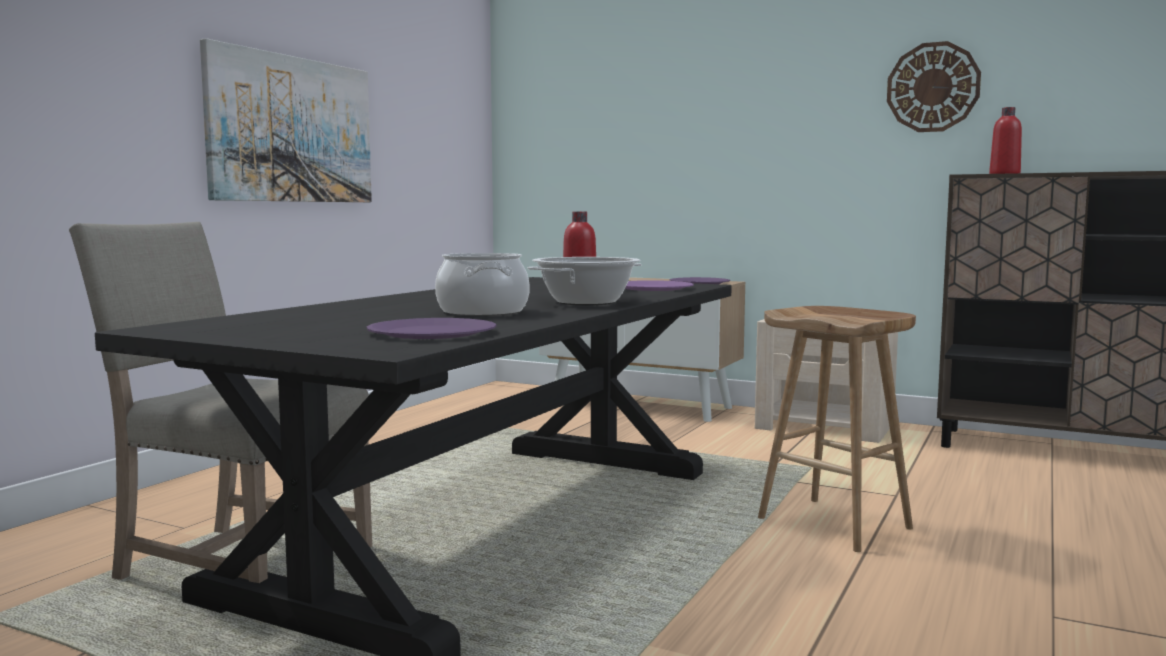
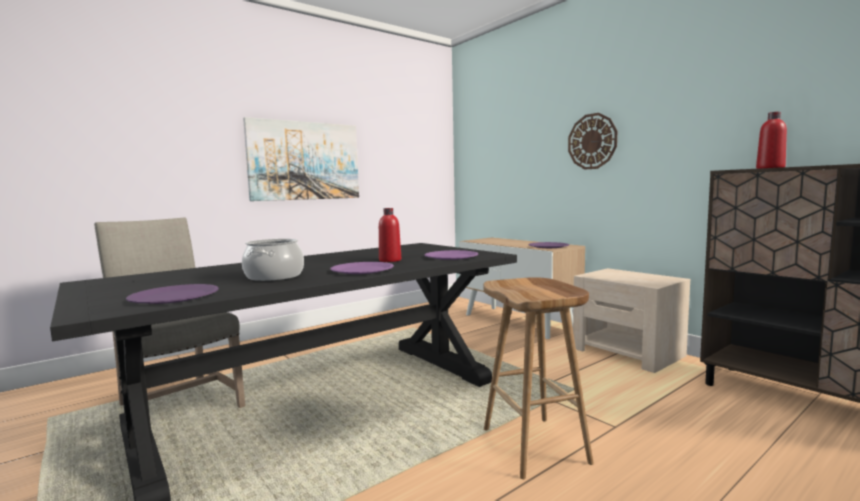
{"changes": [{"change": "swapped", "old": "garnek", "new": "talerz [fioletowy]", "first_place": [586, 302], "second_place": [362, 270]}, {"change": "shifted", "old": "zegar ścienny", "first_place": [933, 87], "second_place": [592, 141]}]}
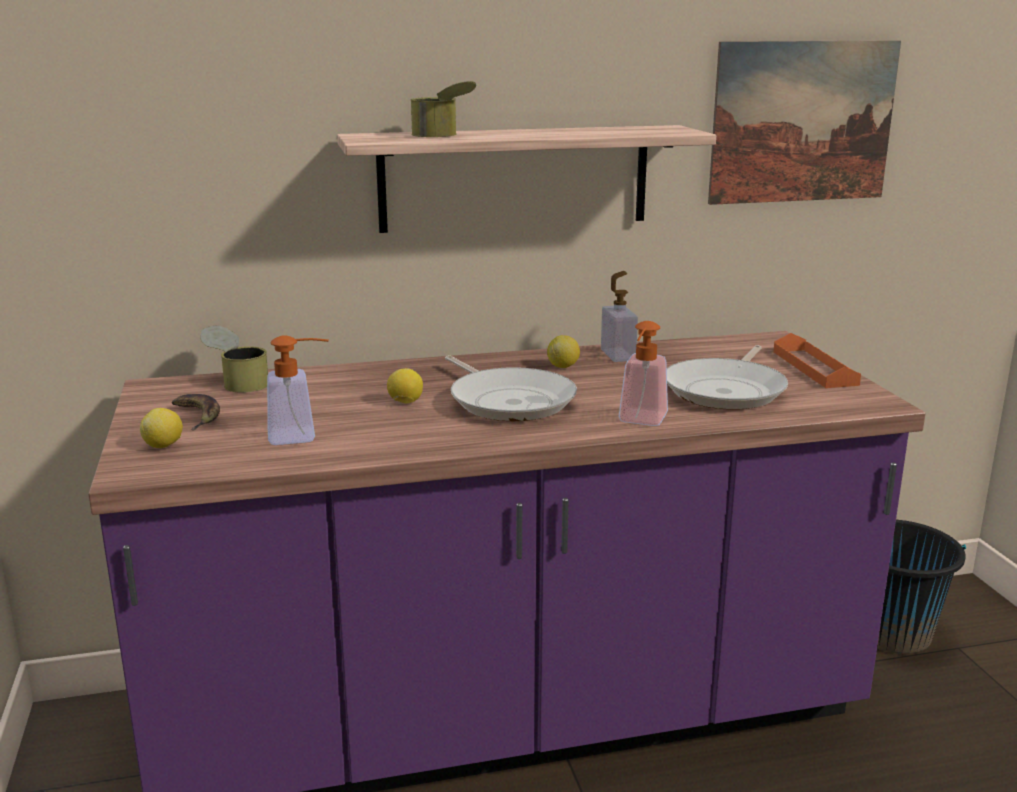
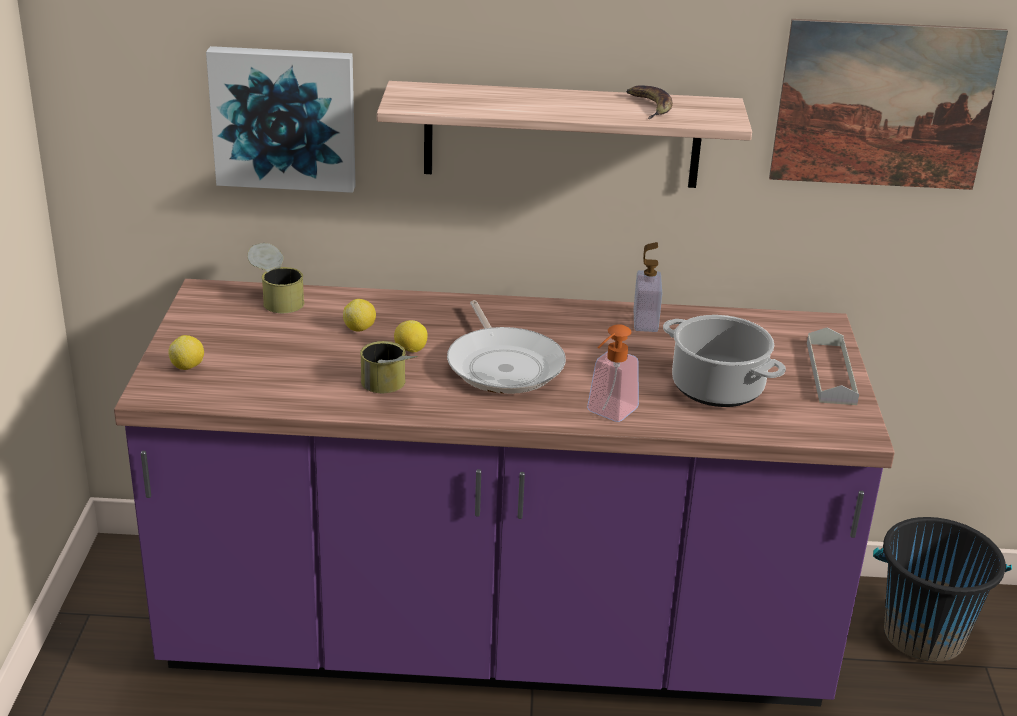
{"changes": [{"change": "new", "new": "obraz", "second_place": [284, 117]}, {"change": "shifted", "old": "cytryna", "first_place": [563, 366], "second_place": [360, 329]}, {"change": "shifted", "old": "puszka", "first_place": [443, 136], "second_place": [388, 388]}, {"change": "shifted", "old": "banan", "first_place": [196, 415], "second_place": [649, 106]}, {"change": "swapped", "old": "patelnia", "new": "garnek", "first_place": [727, 390], "second_place": [718, 388]}, {"change": "repainted", "old": "taca [pomarańczowy]", "new": "taca [szary]", "first_place": [814, 368], "second_place": [831, 373]}, {"change": "gone", "old": "dozownik mydła", "first_place": [301, 436]}]}
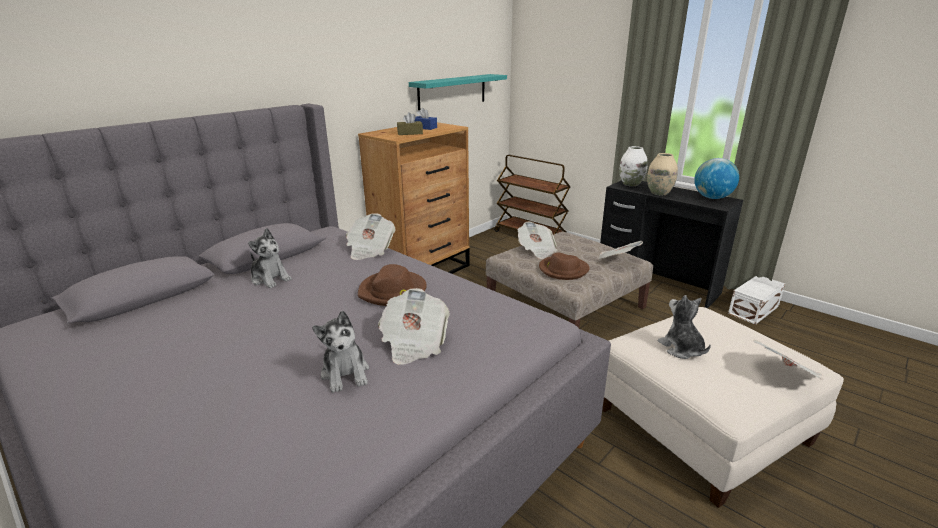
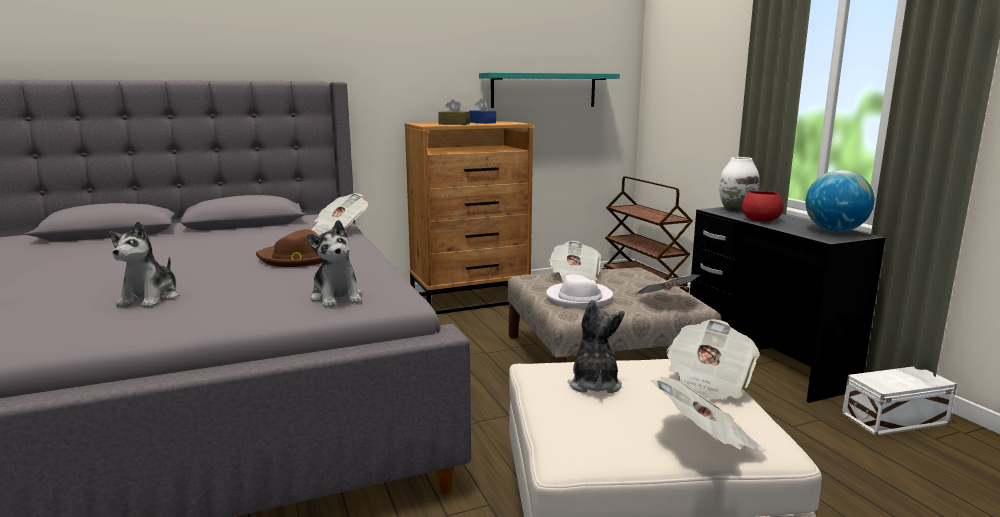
{"changes": [{"change": "shifted", "old": "pluszak", "first_place": [270, 279], "second_place": [337, 297]}, {"change": "repainted", "old": "kapelusz [brązowy]", "new": "kapelusz [biały]", "first_place": [563, 270], "second_place": [579, 298]}, {"change": "shifted", "old": "gazeta", "first_place": [414, 343], "second_place": [707, 383]}, {"change": "swapped", "old": "wazon [beżowy]", "new": "miska [czerwony]", "first_place": [659, 193], "second_place": [760, 220]}]}
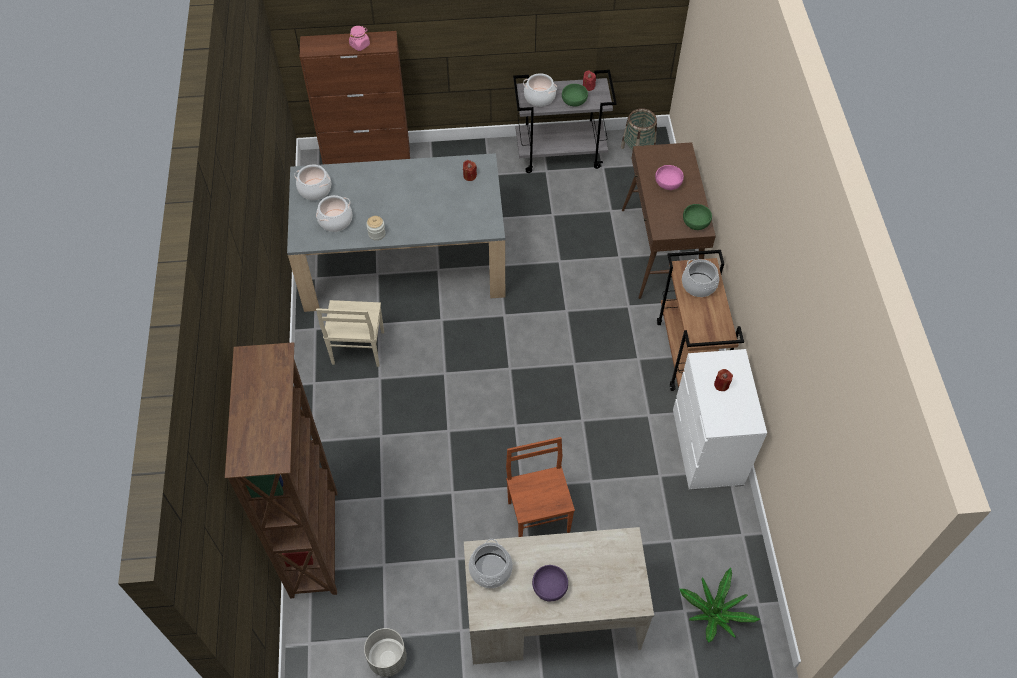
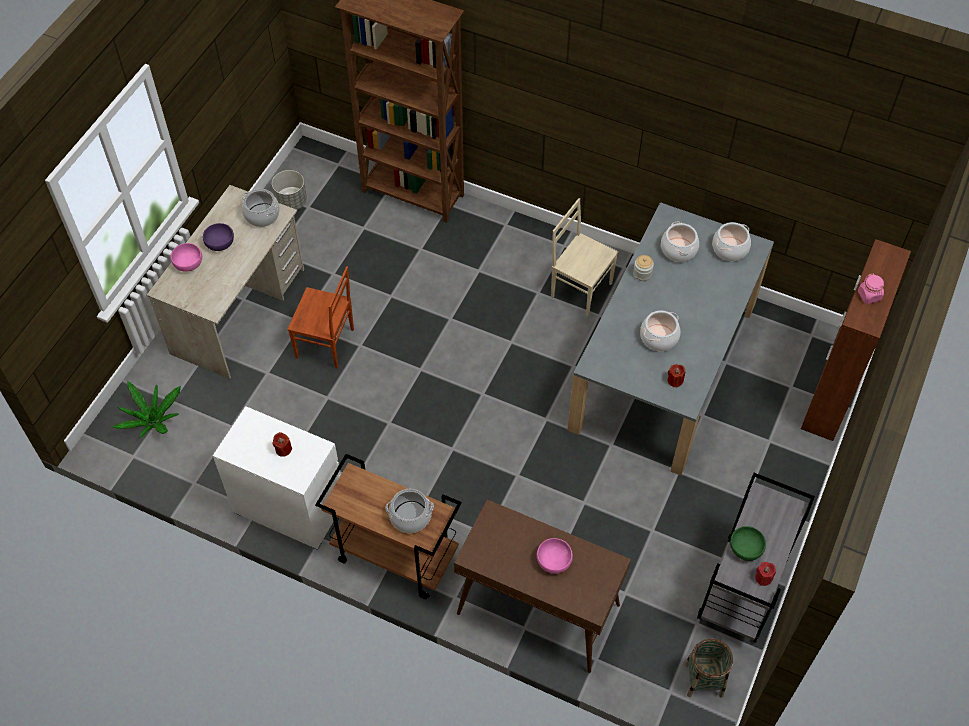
{"changes": [{"change": "new", "new": "miska [różowy]", "second_place": [188, 263]}, {"change": "shifted", "old": "garnek", "first_place": [539, 97], "second_place": [659, 338]}, {"change": "gone", "old": "miska [zielony]", "first_place": [695, 223]}]}
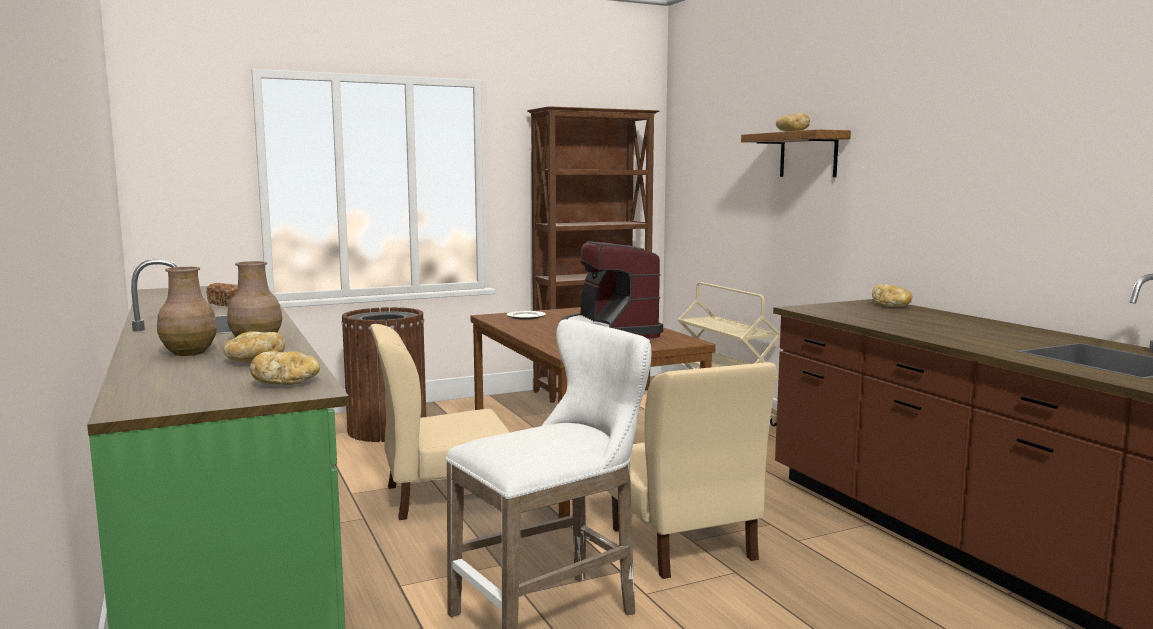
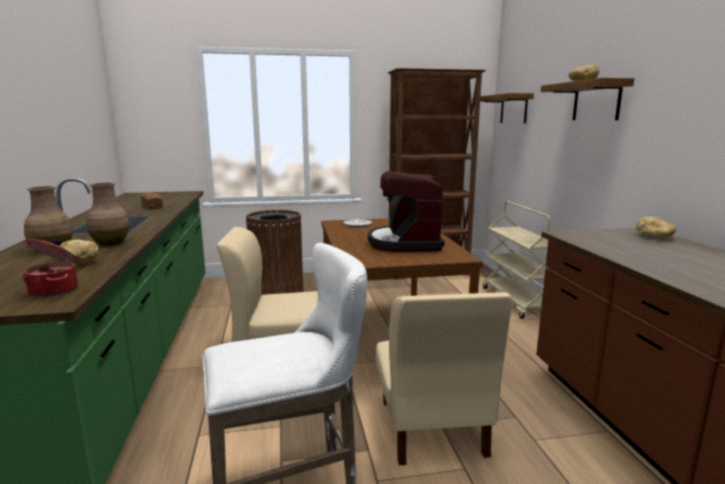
{"changes": [{"change": "swapped", "old": "chleb", "new": "garnek", "first_place": [286, 383], "second_place": [55, 290]}, {"change": "new", "new": "półka", "second_place": [513, 109]}]}
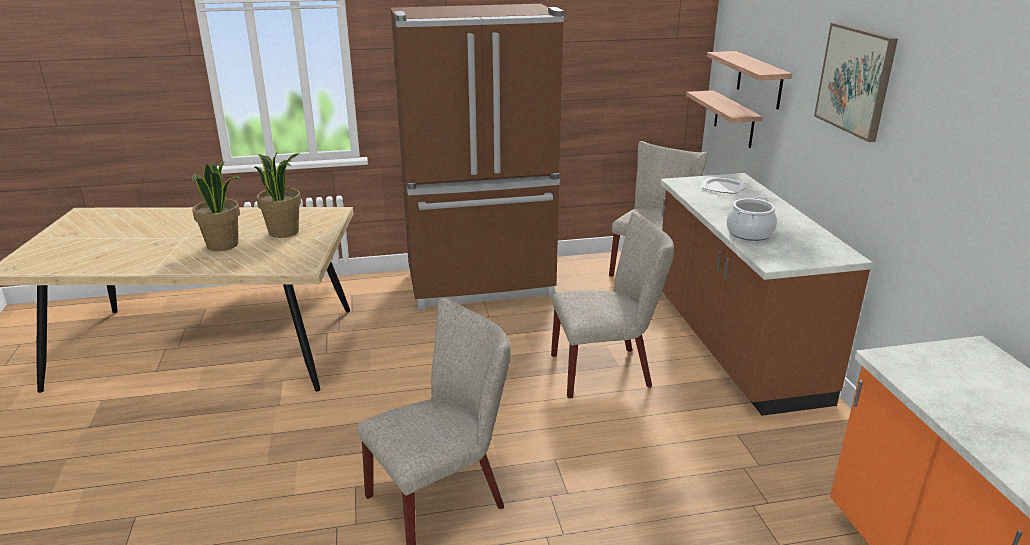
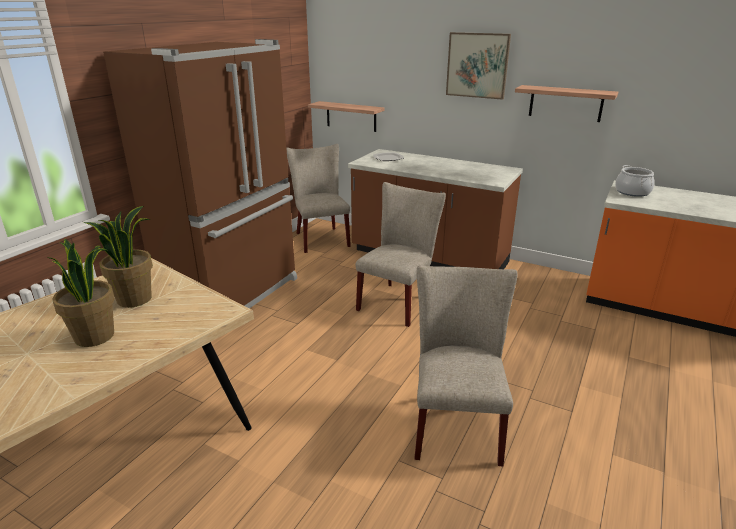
{"changes": [{"change": "shifted", "old": "półka", "first_place": [759, 80], "second_place": [565, 103]}, {"change": "shifted", "old": "garnek", "first_place": [749, 233], "second_place": [632, 192]}]}
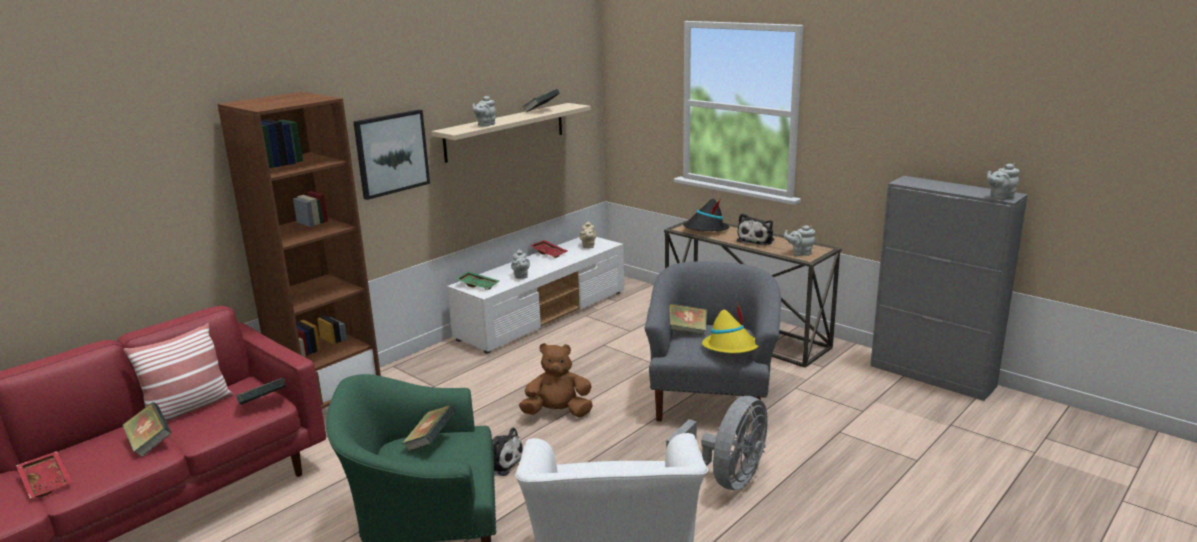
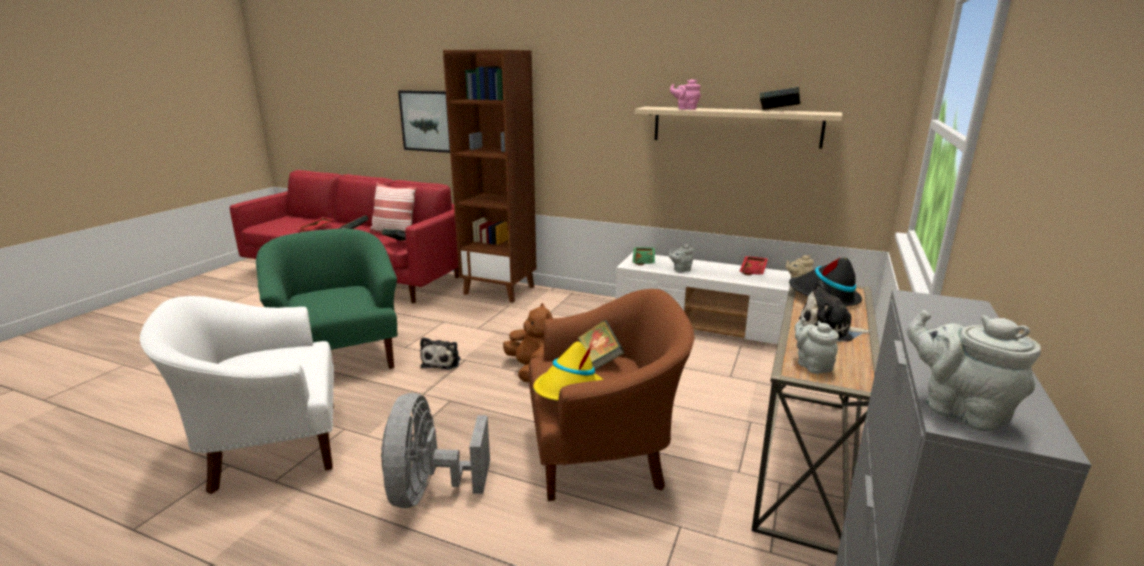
{"changes": [{"change": "rotated", "old": "wentylator [szary]", "first_place": [726, 480], "second_place": [429, 490], "degrees": 75}, {"change": "shifted", "old": "obraz", "first_place": [391, 153], "second_place": [427, 121]}, {"change": "repainted", "old": "fotel [szary]", "new": "fotel [brązowy]", "first_place": [712, 400], "second_place": [603, 456]}, {"change": "repainted", "old": "imbryk [szary]", "new": "imbryk [różowy]", "first_place": [485, 125], "second_place": [685, 109]}, {"change": "gone", "old": "książka", "first_place": [430, 442]}]}
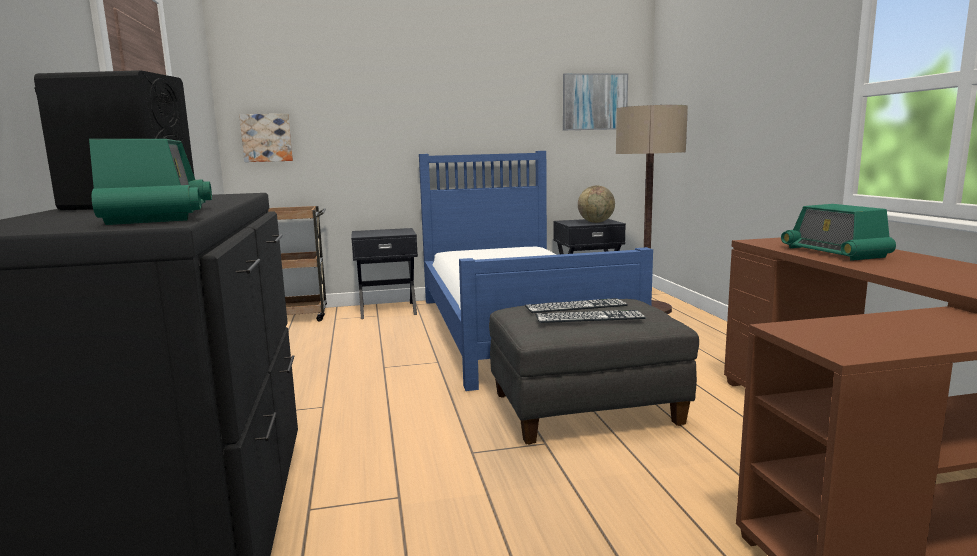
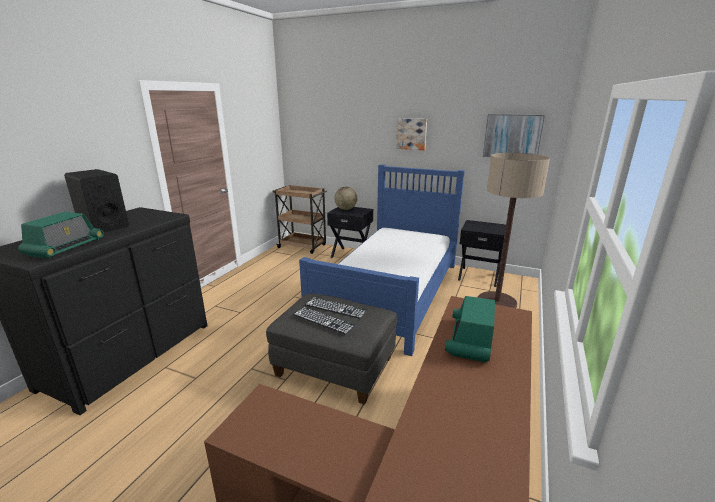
{"changes": [{"change": "shifted", "old": "globus", "first_place": [596, 222], "second_place": [346, 209]}, {"change": "shifted", "old": "obraz", "first_place": [267, 138], "second_place": [411, 134]}]}
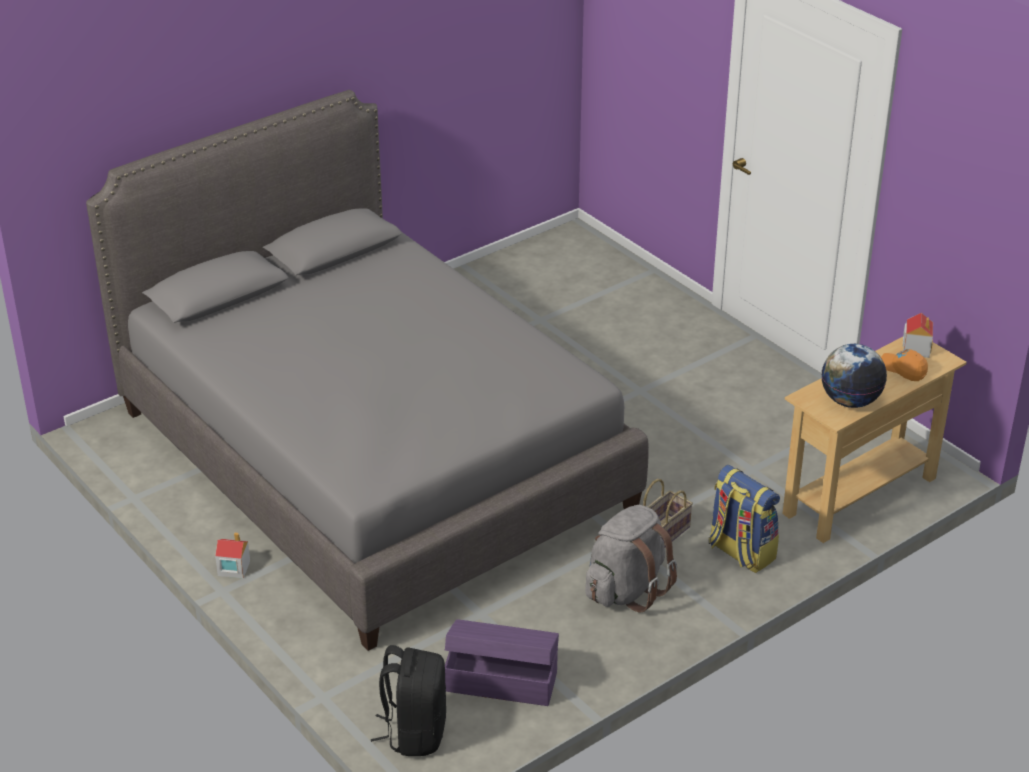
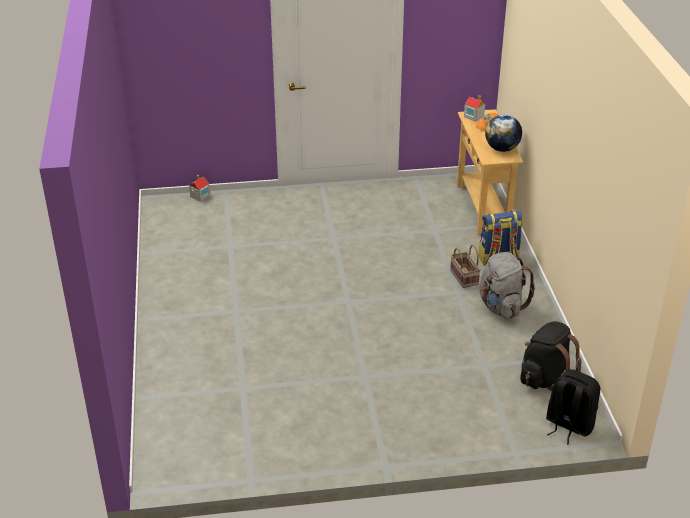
{"changes": [{"change": "shifted", "old": "domek", "first_place": [233, 568], "second_place": [200, 196]}, {"change": "swapped", "old": "pojemnik do przechowywania [fioletowy]", "new": "plecak [czarny]", "first_place": [500, 680], "second_place": [545, 377]}, {"change": "gone", "old": "łóżko [szary]", "first_place": [373, 458]}]}
